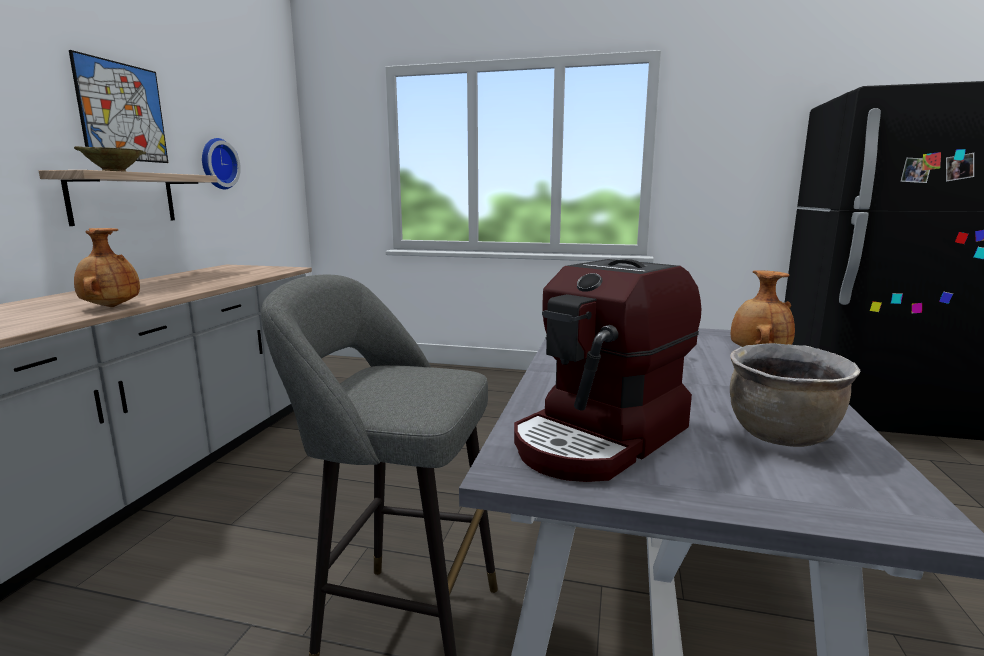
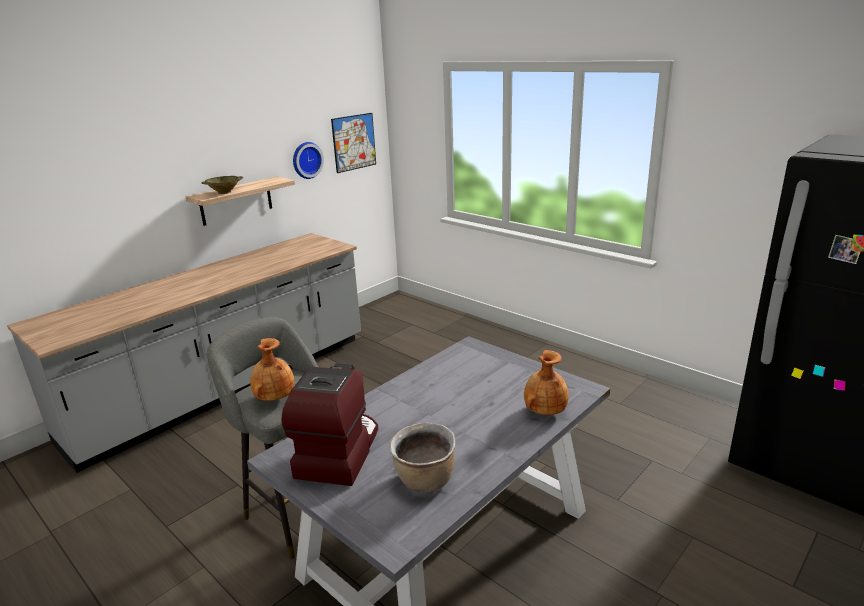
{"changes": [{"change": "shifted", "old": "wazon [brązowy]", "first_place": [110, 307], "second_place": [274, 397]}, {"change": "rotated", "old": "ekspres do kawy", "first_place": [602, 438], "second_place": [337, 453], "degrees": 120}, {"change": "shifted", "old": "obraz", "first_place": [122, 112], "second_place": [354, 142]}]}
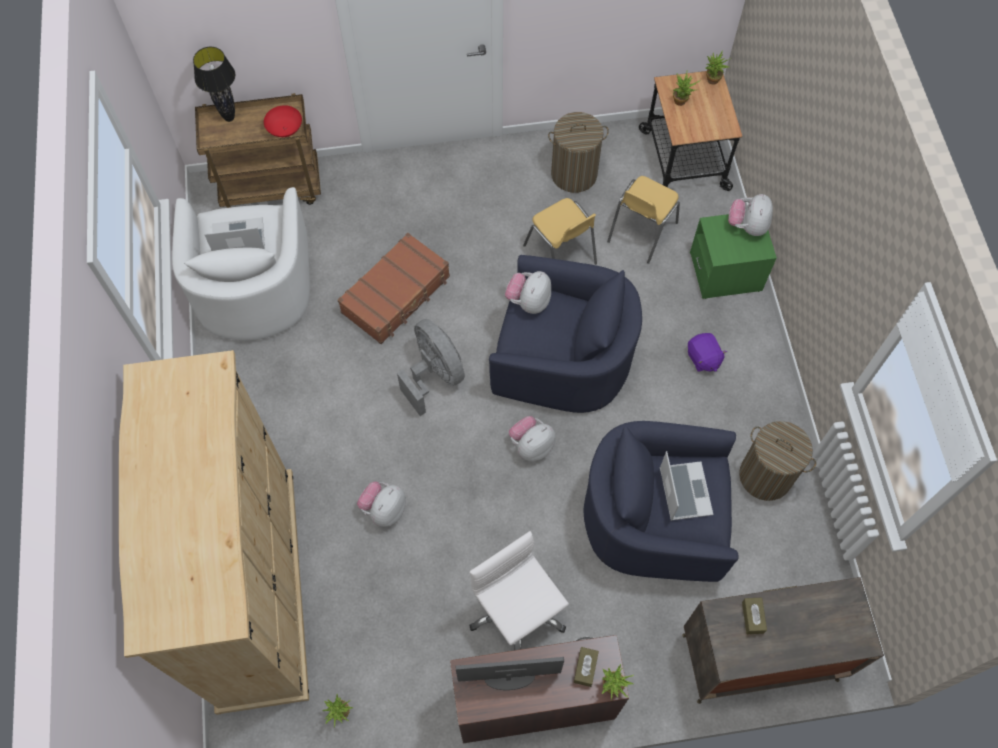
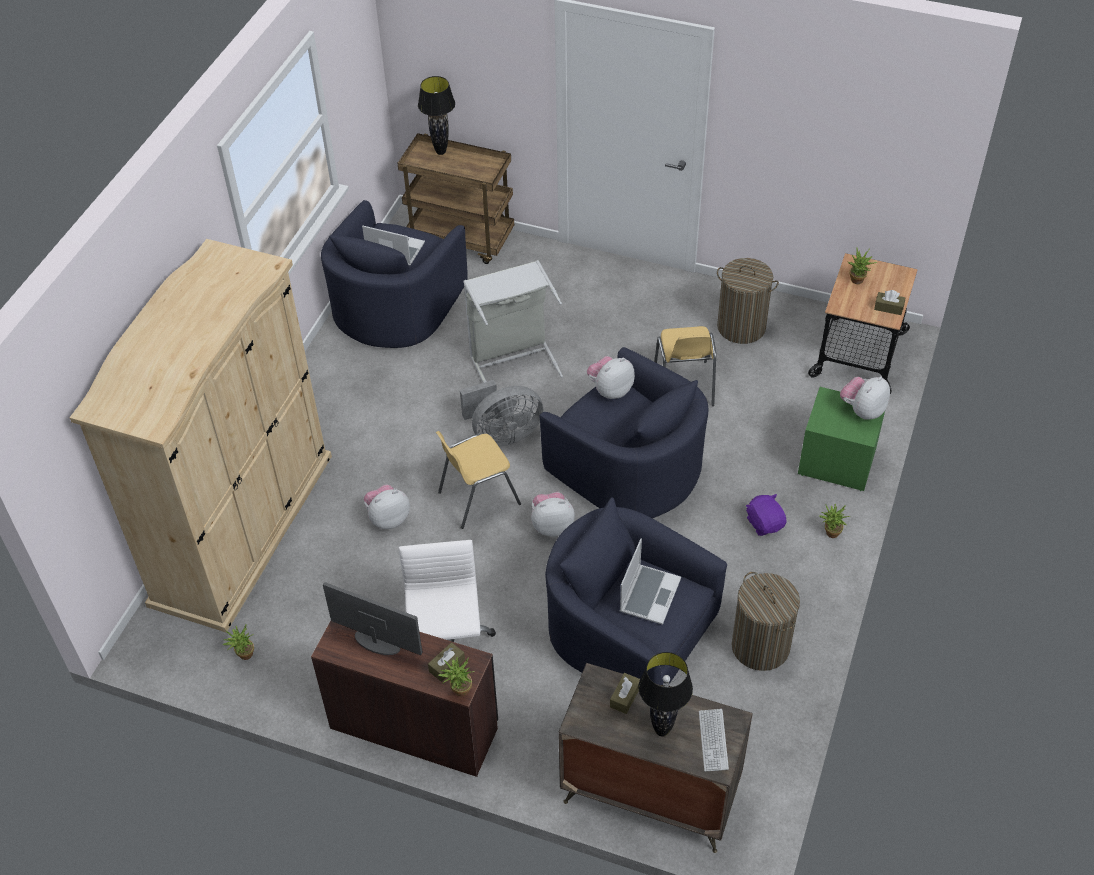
{"changes": [{"change": "repainted", "old": "fotel [biały]", "new": "fotel [niebieski]", "first_place": [253, 286], "second_place": [395, 306]}, {"change": "shifted", "old": "krzesło [żółty]", "first_place": [641, 232], "second_place": [478, 498]}, {"change": "rotated", "old": "wentylator [szary]", "first_place": [434, 375], "second_place": [503, 434], "degrees": 75}, {"change": "swapped", "old": "walizka [brązowy]", "new": "kosz na pranie [szary]", "first_place": [396, 295], "second_place": [512, 360]}, {"change": "new", "new": "lampa stołowa [czarny]", "second_place": [661, 730]}, {"change": "new", "new": "klawiatura", "second_place": [713, 740]}, {"change": "rotated", "old": "pluszak [fioletowy]", "first_place": [703, 358], "second_place": [765, 523], "degrees": 150}, {"change": "shifted", "old": "roślina doniczkowa", "first_place": [711, 81], "second_place": [830, 534]}, {"change": "new", "new": "pudełko chusteczek [brązowy]", "second_place": [888, 307]}, {"change": "gone", "old": "miska [czerwony]", "first_place": [285, 130]}]}
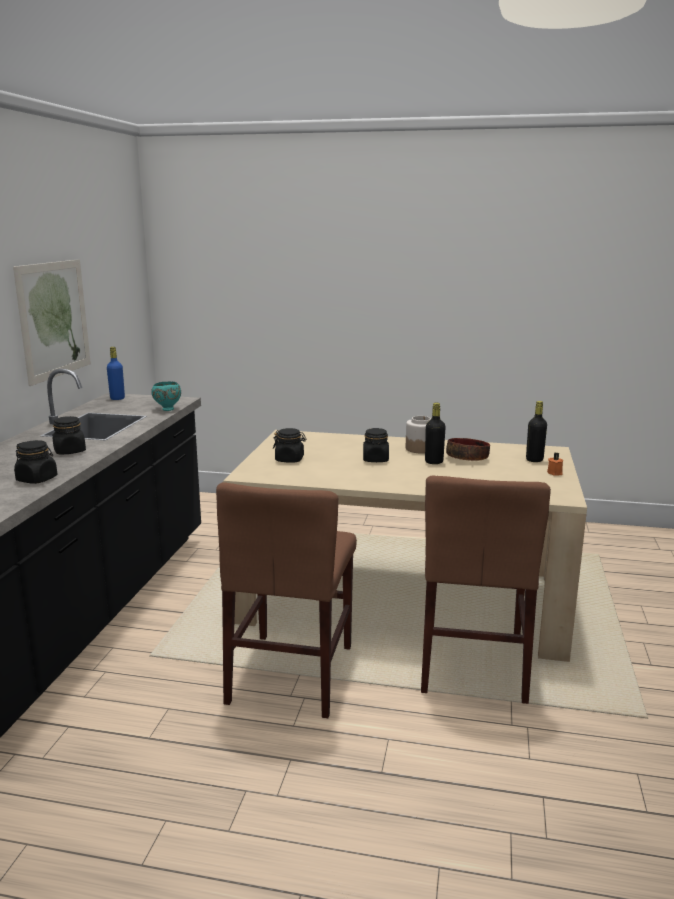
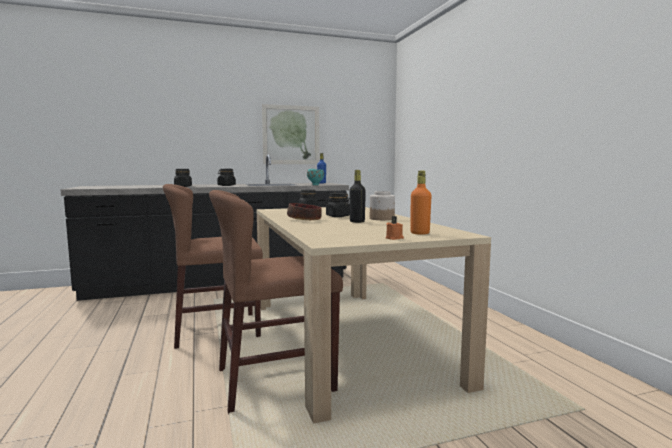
{"changes": [{"change": "shifted", "old": "miska", "first_place": [467, 458], "second_place": [304, 219]}, {"change": "repainted", "old": "butelka [czarny]", "new": "butelka [pomarańczowy]", "first_place": [534, 460], "second_place": [419, 233]}]}
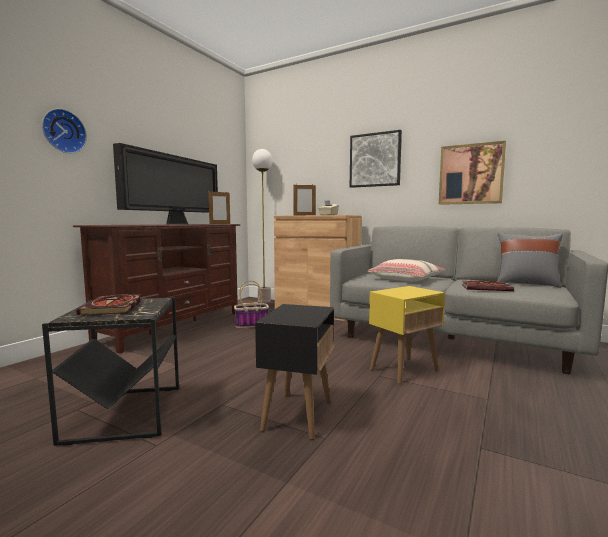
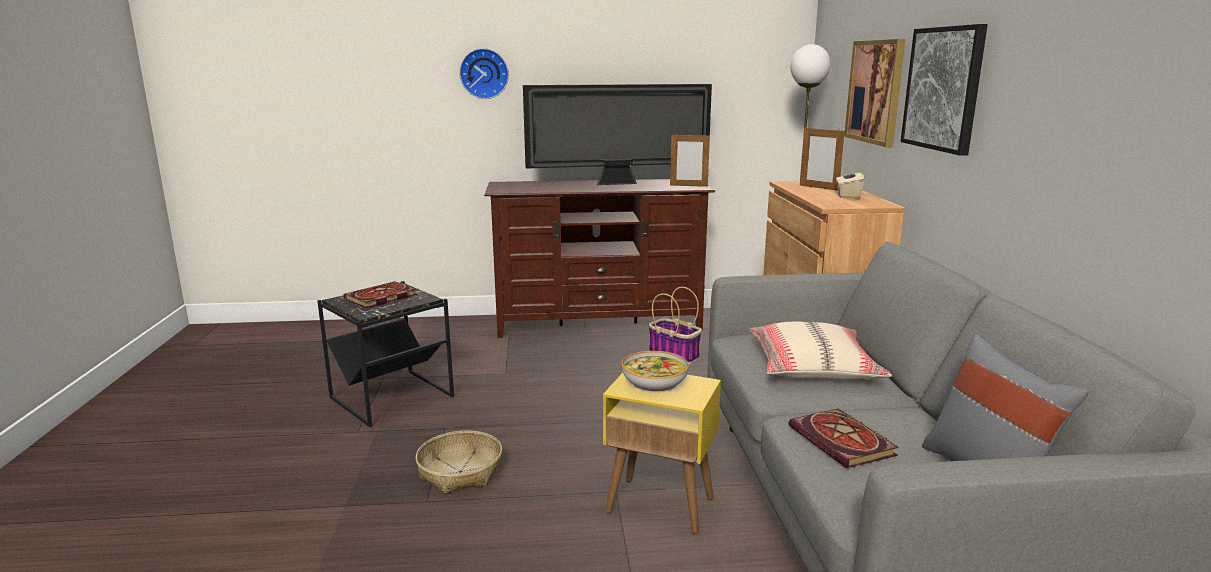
{"changes": [{"change": "swapped", "old": "stolik [czarny]", "new": "koszyk", "first_place": [298, 414], "second_place": [460, 471]}, {"change": "new", "new": "miska", "second_place": [655, 383]}, {"change": "shifted", "old": "obraz", "first_place": [471, 174], "second_place": [875, 91]}]}
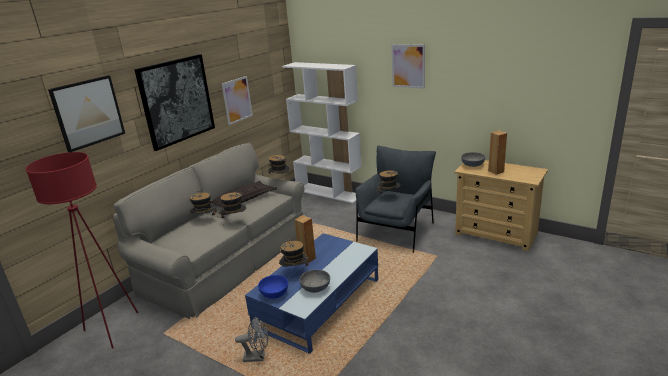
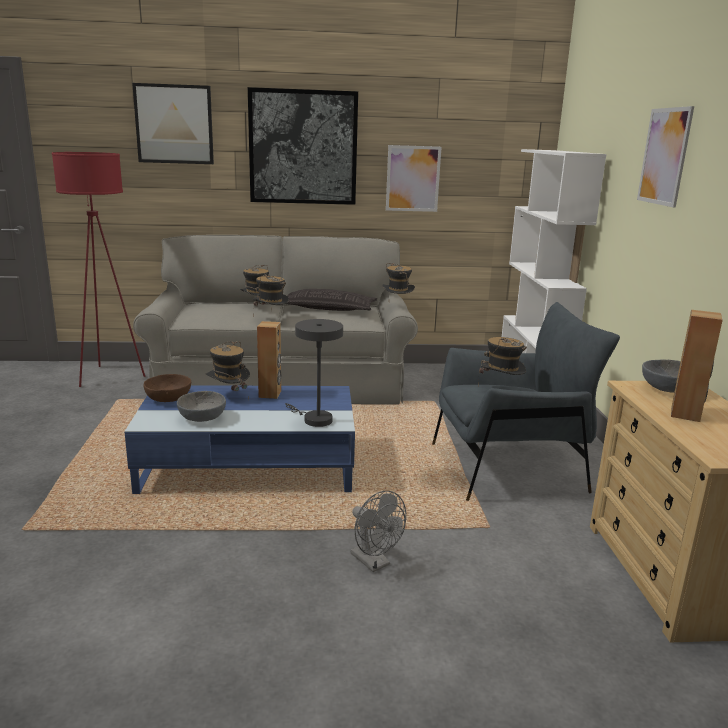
{"changes": [{"change": "repainted", "old": "miska [niebieski]", "new": "miska [brązowy]", "first_place": [274, 293], "second_place": [169, 398]}, {"change": "new", "new": "lampa stołowa [szary]", "second_place": [314, 419]}, {"change": "shifted", "old": "wentylator [szary]", "first_place": [257, 357], "second_place": [374, 563]}]}
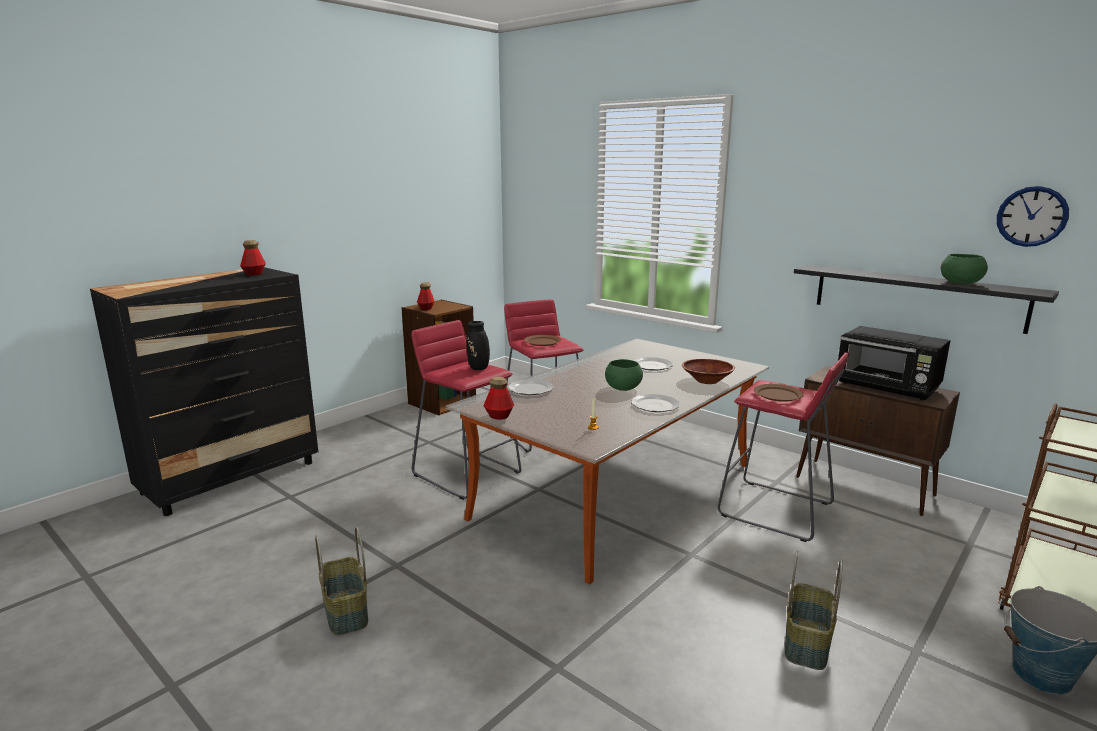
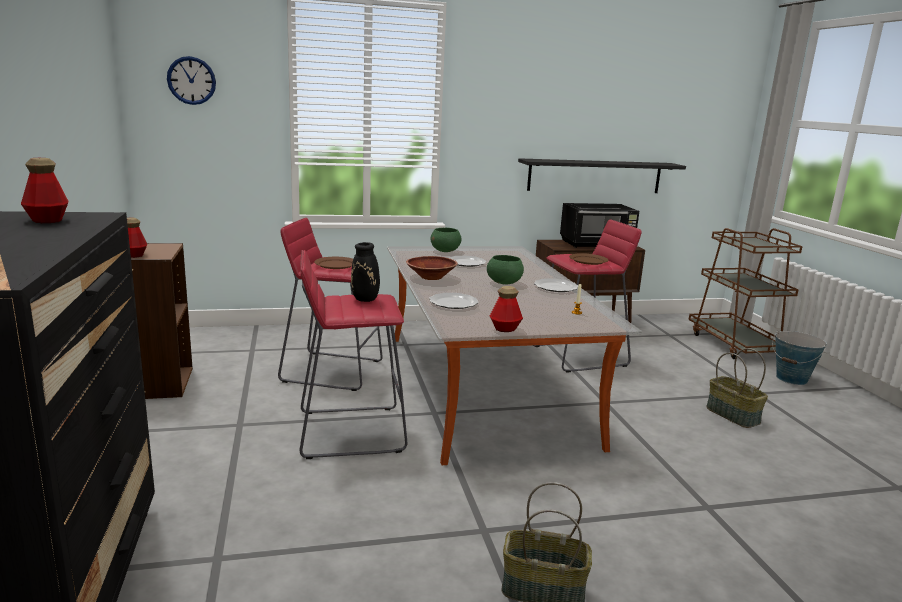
{"changes": [{"change": "shifted", "old": "zegar ścienny", "first_place": [1031, 216], "second_place": [191, 80]}, {"change": "shifted", "old": "miska [brązowy]", "first_place": [707, 381], "second_place": [431, 277]}, {"change": "shifted", "old": "miska [zielony]", "first_place": [961, 283], "second_place": [445, 251]}]}
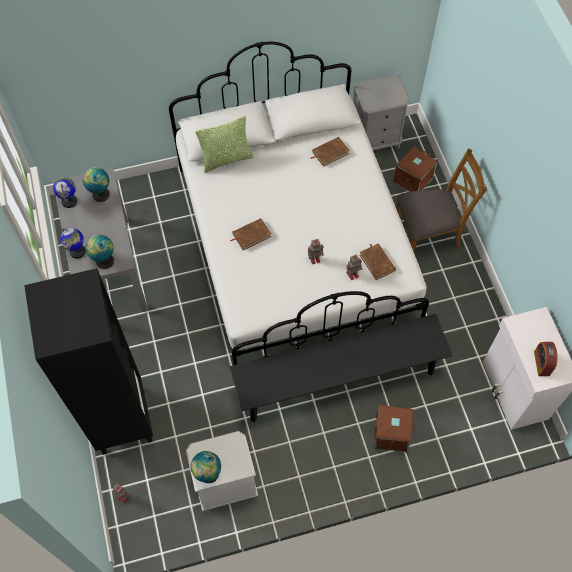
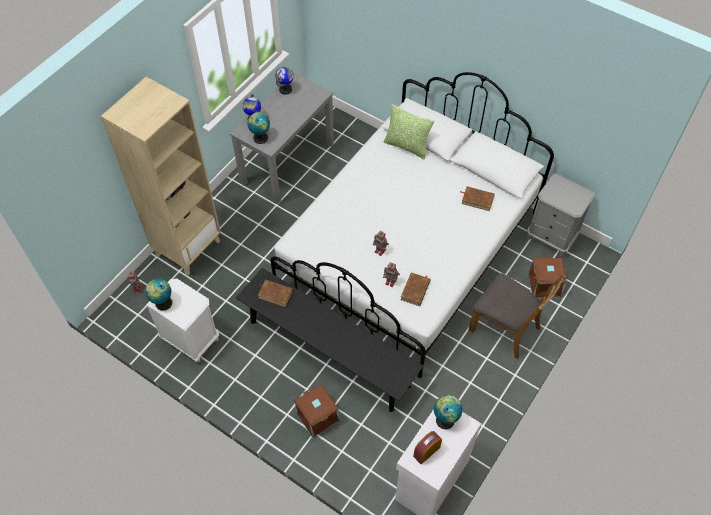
{"changes": [{"change": "repainted", "old": "regał [czarny]", "new": "regał [beżowy]", "first_place": [121, 419], "second_place": [188, 248]}, {"change": "shifted", "old": "książka [brązowy]", "first_place": [251, 235], "second_place": [275, 294]}, {"change": "shifted", "old": "globus", "first_place": [100, 193], "second_place": [445, 419]}]}
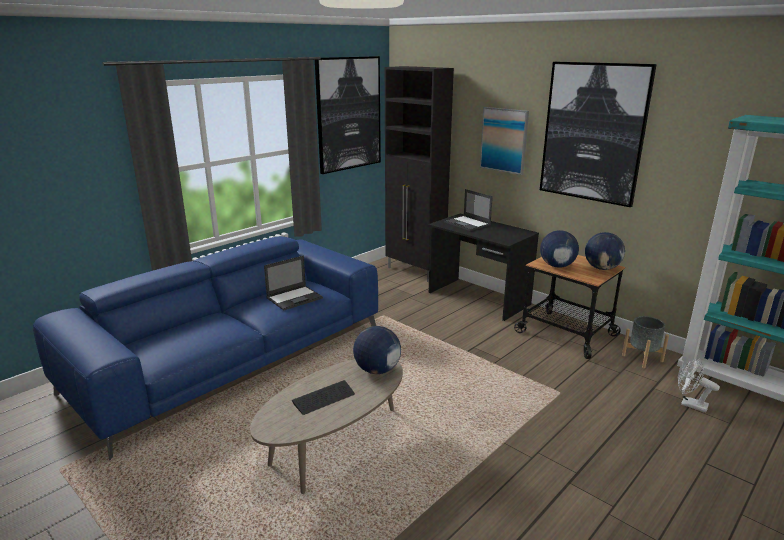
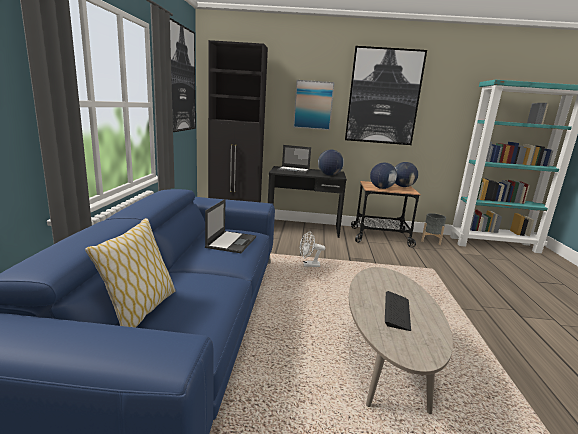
{"changes": [{"change": "new", "new": "poduszka", "second_place": [140, 310]}, {"change": "shifted", "old": "wentylator [biały]", "first_place": [689, 404], "second_place": [308, 265]}, {"change": "shifted", "old": "globus", "first_place": [377, 370], "second_place": [329, 175]}]}
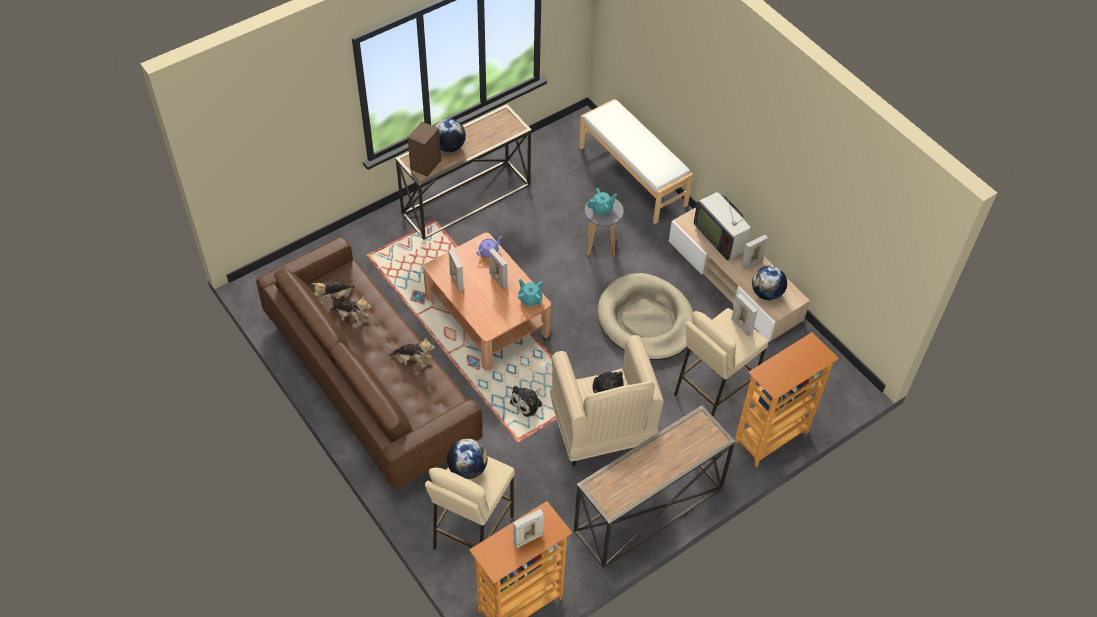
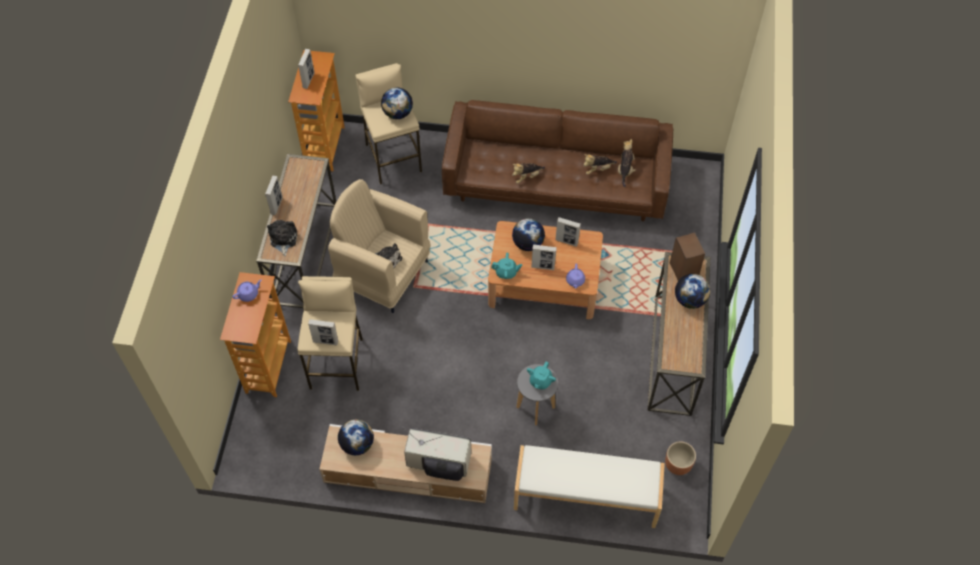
{"changes": [{"change": "new", "new": "imbryk [fioletowy]", "second_place": [249, 294]}, {"change": "shifted", "old": "ramka na zdjęcie", "first_place": [751, 263], "second_place": [276, 205]}, {"change": "shifted", "old": "pluszak", "first_place": [528, 402], "second_place": [283, 239]}, {"change": "new", "new": "globus", "second_place": [528, 243]}, {"change": "new", "new": "donica [brązowy]", "second_place": [677, 464]}, {"change": "gone", "old": "legowisko [beżowy]", "first_place": [646, 320]}]}
